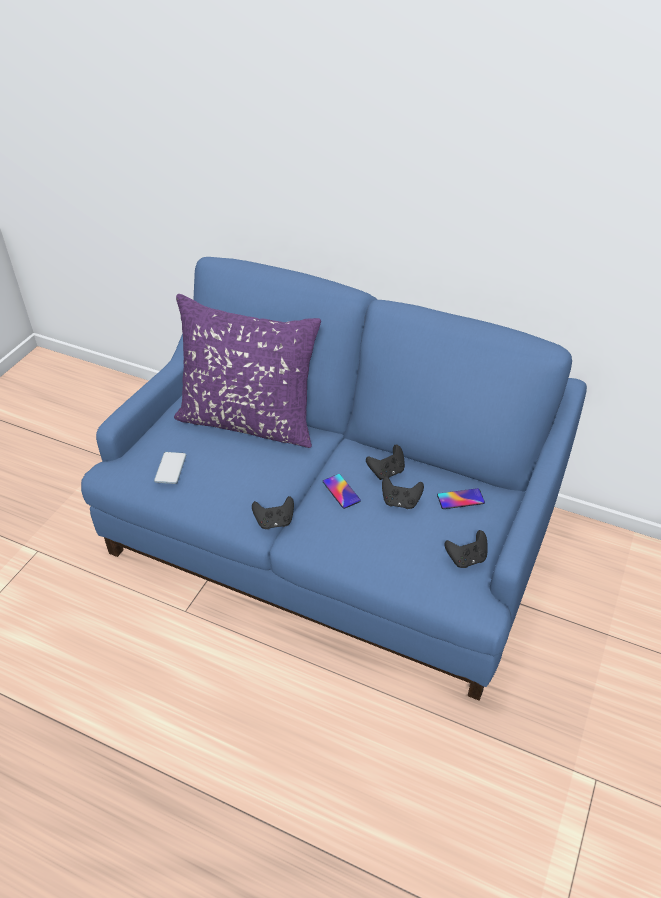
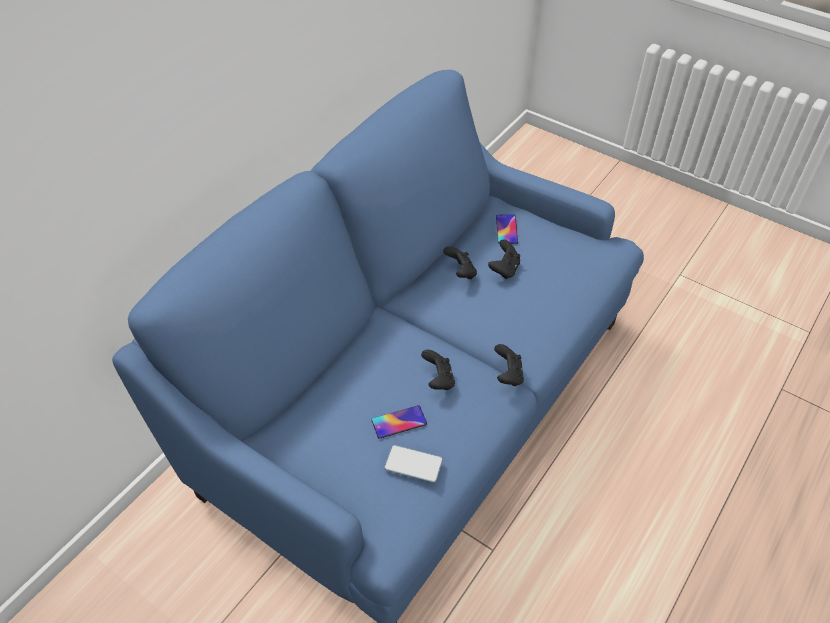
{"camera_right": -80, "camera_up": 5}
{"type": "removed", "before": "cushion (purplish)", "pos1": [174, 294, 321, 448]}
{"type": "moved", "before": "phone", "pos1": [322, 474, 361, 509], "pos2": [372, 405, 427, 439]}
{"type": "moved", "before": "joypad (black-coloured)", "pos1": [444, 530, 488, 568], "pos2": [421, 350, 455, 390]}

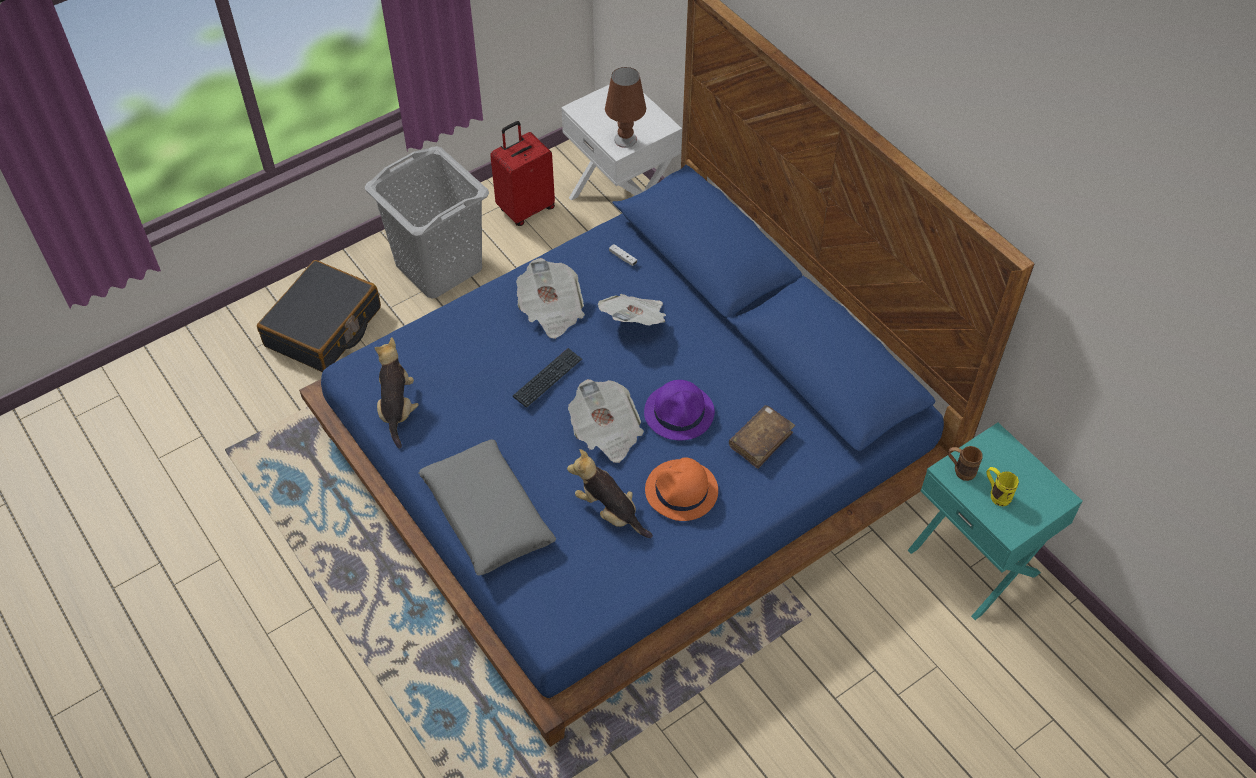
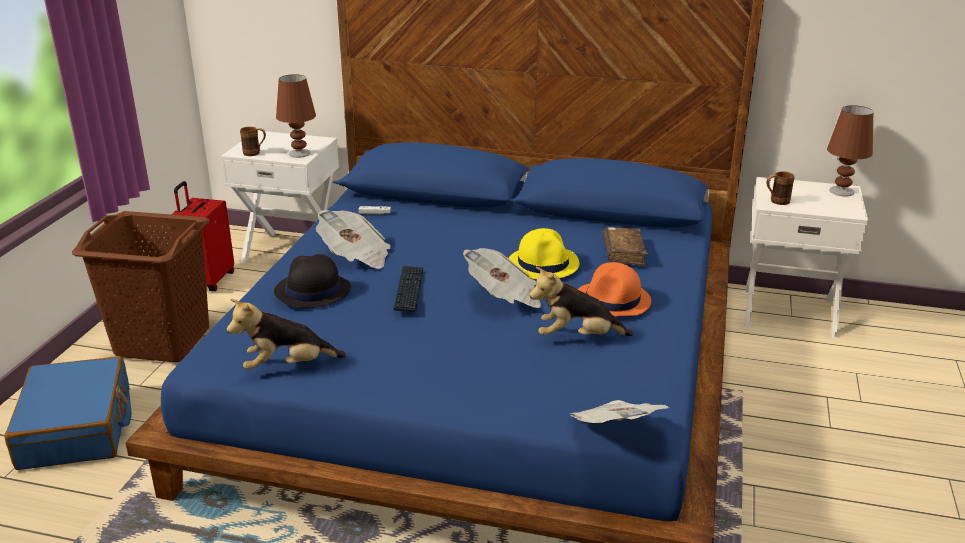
{"camera_right": -40, "camera_up": -25}
{"type": "removed", "before": "cushion (grey)", "pos1": [419, 440, 556, 576]}
{"type": "removed", "before": "coffee mug (yellowish)", "pos1": [986, 467, 1019, 506]}
{"type": "added", "after": "coffee mug (brown)", "pos2": [240, 127, 266, 156]}
{"type": "added", "after": "wearable hat (black-coloured)", "pos2": [274, 254, 351, 308]}
{"type": "added", "after": "tabletop lamp (brown)", "pos2": [827, 105, 873, 197]}
{"type": "moved", "before": "printed paper", "pos1": [598, 294, 666, 325], "pos2": [570, 400, 669, 423]}
{"type": "recoloured", "before": "suitcase (black-coloured)", "after": "suitcase (bluish)", "pos1": [257, 260, 381, 372], "pos2": [5, 356, 131, 470]}
{"type": "recoloured", "before": "washing basket (grey)", "after": "washing basket (brown)", "pos1": [365, 146, 489, 299], "pos2": [72, 211, 209, 362]}
{"type": "recoloured", "before": "wearable hat (purplish)", "after": "wearable hat (yellowish)", "pos1": [644, 380, 715, 440], "pos2": [509, 228, 579, 279]}
{"type": "recoloured", "before": "bedside table (turquoise)", "after": "bedside table (whitish)", "pos1": [908, 422, 1083, 620], "pos2": [745, 177, 868, 339]}
{"type": "turned", "before": "cuddly toy", "pos1": [374, 337, 419, 449], "pos2": [227, 299, 346, 370], "turn": -60}

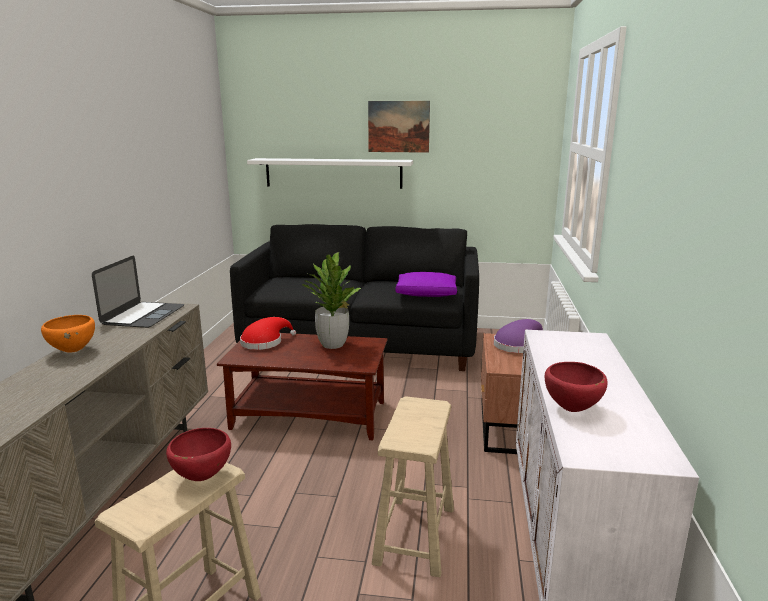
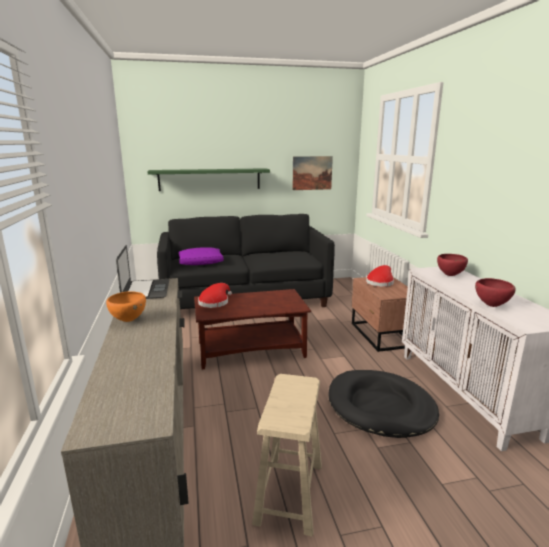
{"camera_right": -20, "camera_up": 0}
{"type": "removed", "before": "potted plant", "pos1": [302, 252, 361, 349]}
{"type": "moved", "before": "bowl (reddish)", "pos1": [166, 428, 231, 481], "pos2": [437, 254, 468, 276]}
{"type": "moved", "before": "picture", "pos1": [368, 101, 430, 153], "pos2": [292, 156, 333, 190]}
{"type": "moved", "before": "cushion (purplish)", "pos1": [395, 272, 457, 297], "pos2": [179, 247, 224, 265]}
{"type": "replaced", "before": "stool (beige)", "after": "dog bed (black-coloured)", "pos1": [372, 396, 454, 577], "pos2": [328, 370, 439, 438]}
{"type": "recoloured", "before": "shelf (whitish)", "after": "shelf (green-coloured)", "pos1": [247, 158, 413, 189], "pos2": [147, 168, 270, 191]}
{"type": "recoloured", "before": "wearable hat (purplish)", "after": "wearable hat (reddish)", "pos1": [493, 319, 543, 353], "pos2": [366, 265, 394, 287]}

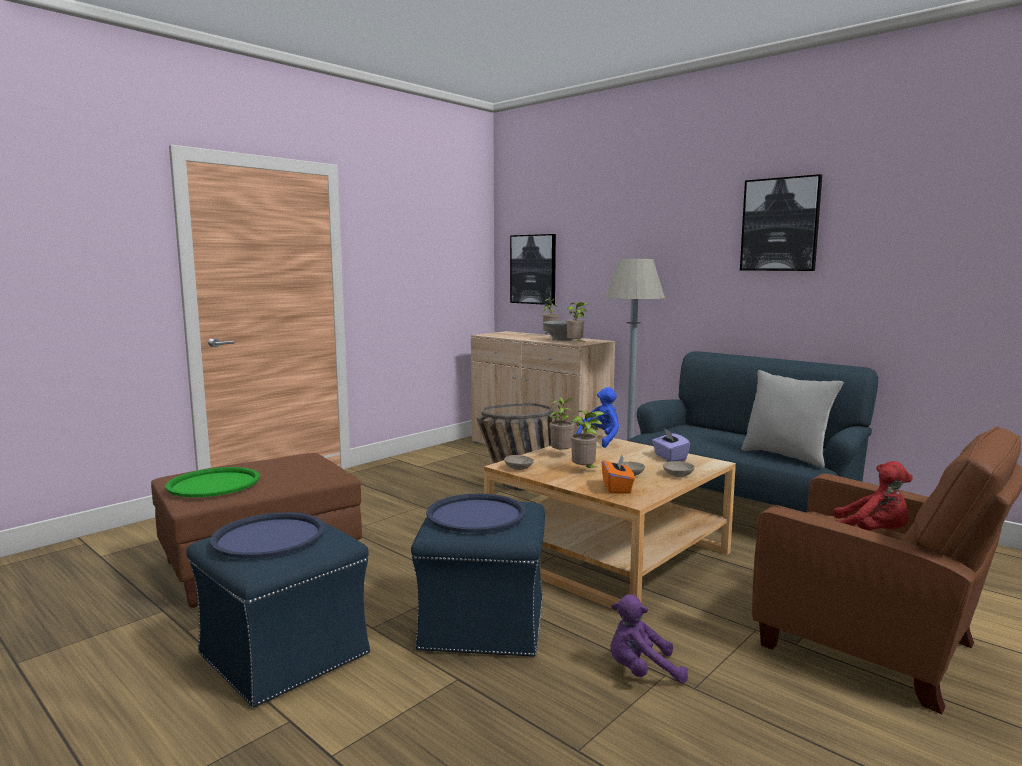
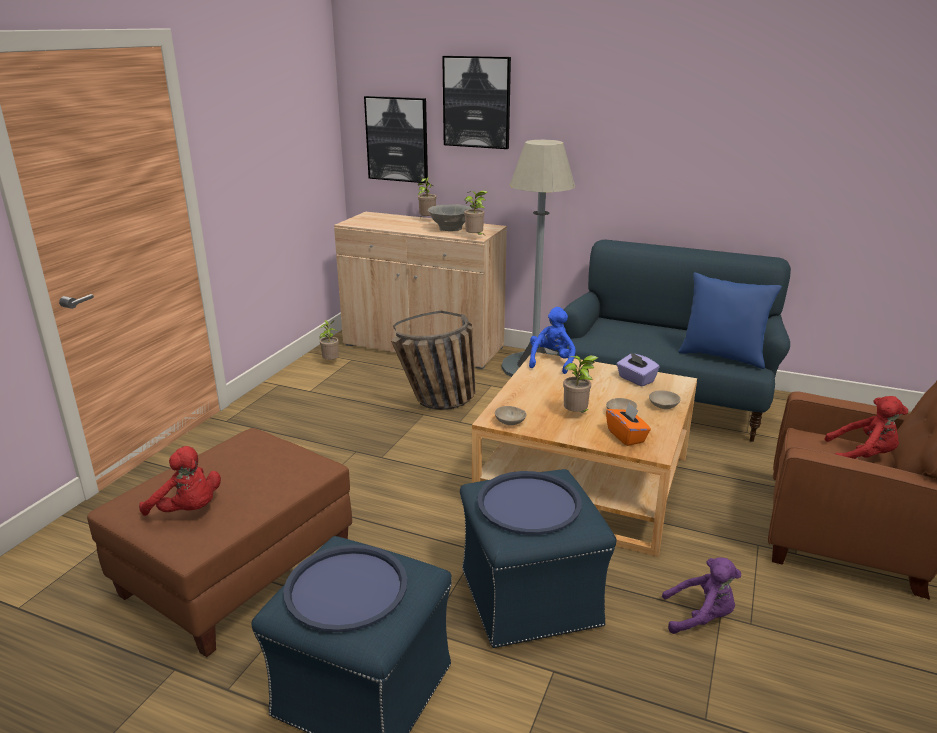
{"camera_right": -20, "camera_up": 15}
{"type": "moved", "before": "potted plant", "pos1": [549, 397, 574, 450], "pos2": [319, 320, 339, 360]}
{"type": "moved", "before": "picture", "pos1": [740, 174, 822, 271], "pos2": [442, 56, 511, 149]}
{"type": "replaced", "before": "serving tray (green-coloured)", "after": "cuddly toy (reddish)", "pos1": [166, 467, 260, 497], "pos2": [139, 446, 221, 516]}
{"type": "recoloured", "before": "cushion (grey)", "after": "cushion (bluish)", "pos1": [741, 370, 844, 468], "pos2": [679, 272, 782, 369]}
{"type": "turned", "before": "cuddly toy (purplish)", "pos1": [610, 594, 688, 683], "pos2": [662, 557, 741, 634], "turn": -150}

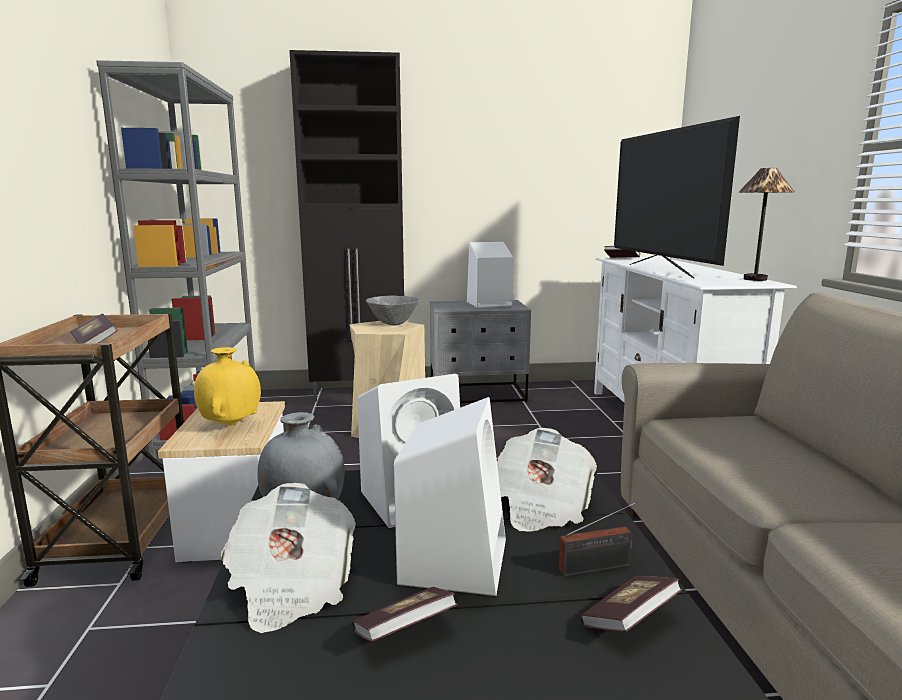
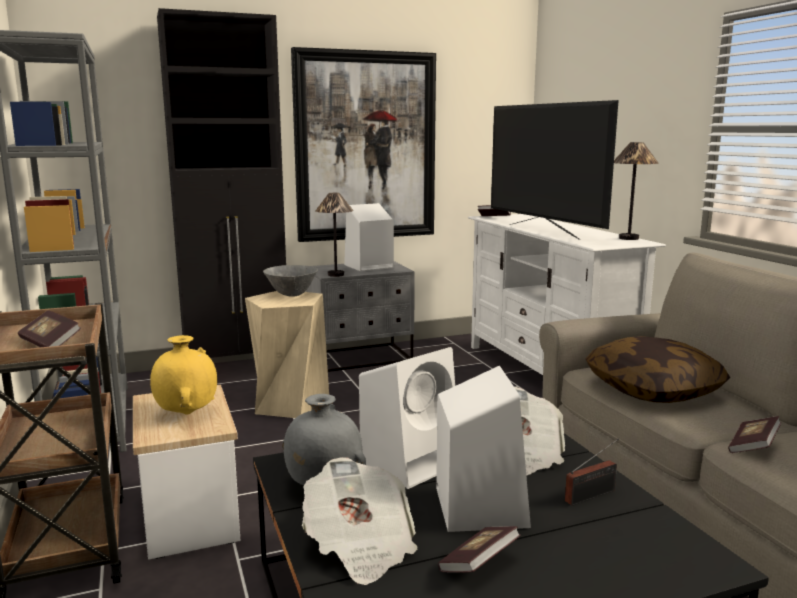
{"camera_right": -15, "camera_up": 0}
{"type": "added", "after": "picture", "pos2": [291, 47, 436, 242]}
{"type": "added", "after": "tabletop lamp", "pos2": [316, 193, 353, 277]}
{"type": "added", "after": "cushion", "pos2": [585, 336, 730, 403]}
{"type": "moved", "before": "volume", "pos1": [580, 576, 682, 632], "pos2": [728, 416, 781, 453]}

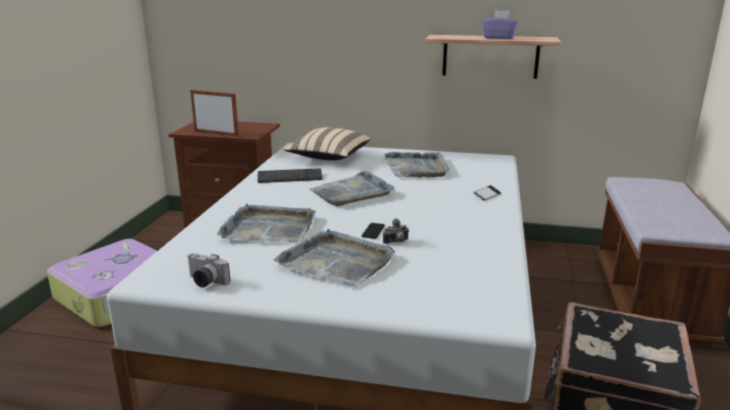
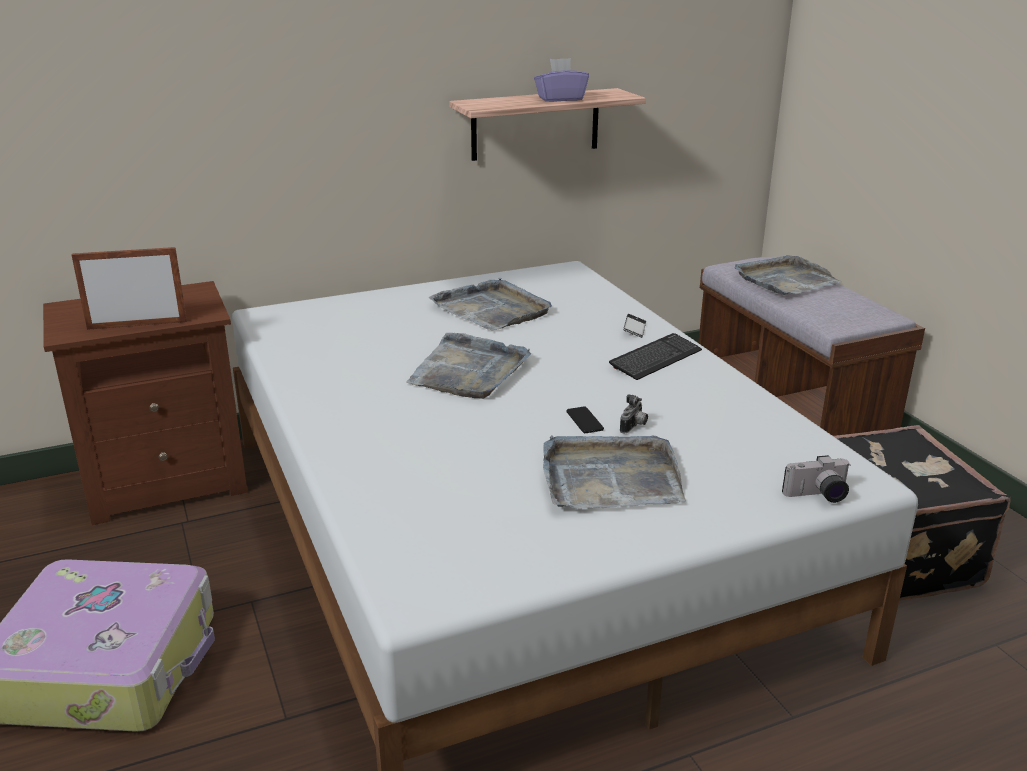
{"camera_right": -35, "camera_up": 5}
{"type": "removed", "before": "cushion (beige)", "pos1": [284, 127, 370, 160]}
{"type": "moved", "before": "photo camera", "pos1": [187, 253, 231, 287], "pos2": [782, 455, 851, 503]}
{"type": "moved", "before": "serving tray (grey)", "pos1": [217, 204, 316, 242], "pos2": [734, 255, 842, 295]}
{"type": "moved", "before": "computer keyboard", "pos1": [258, 168, 323, 183], "pos2": [609, 333, 702, 380]}

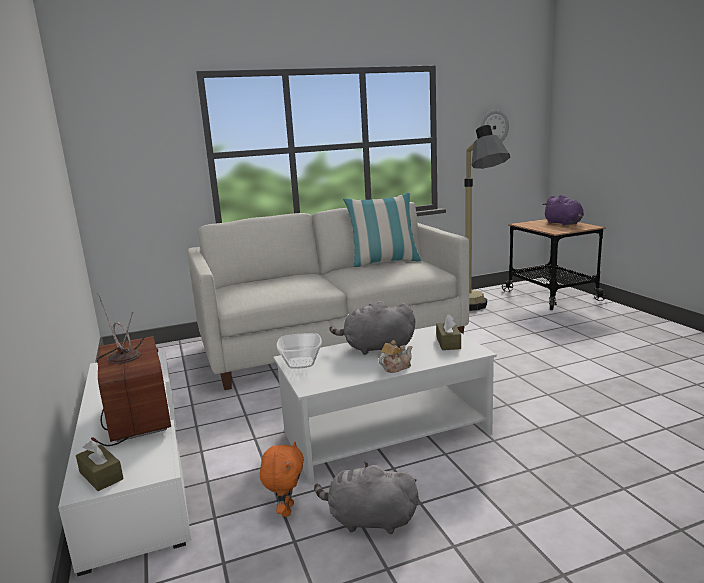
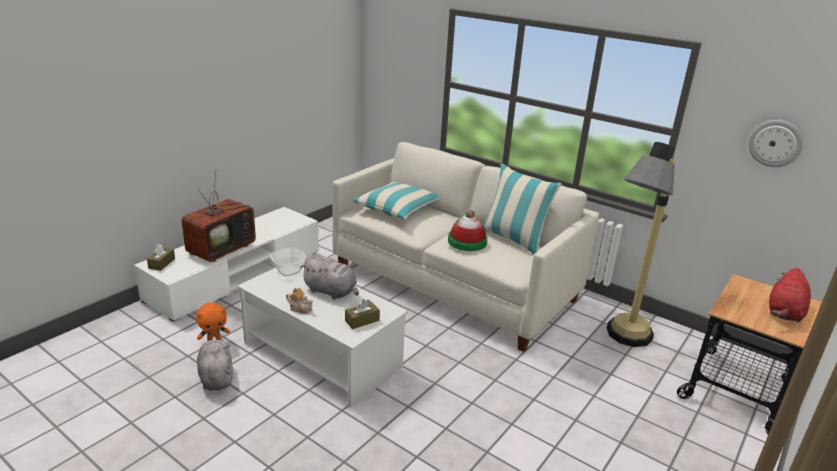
{"camera_right": 55, "camera_up": 10}
{"type": "added", "after": "cushion", "pos2": [353, 181, 440, 220]}
{"type": "added", "after": "wearable hat", "pos2": [448, 210, 488, 251]}
{"type": "recoloured", "before": "cuddly toy (purplish)", "after": "cuddly toy (reddish)", "pos1": [543, 195, 584, 226], "pos2": [769, 268, 811, 322]}
{"type": "turned", "before": "cuddly toy (grey)", "pos1": [329, 301, 415, 355], "pos2": [300, 254, 359, 300], "turn": 150}

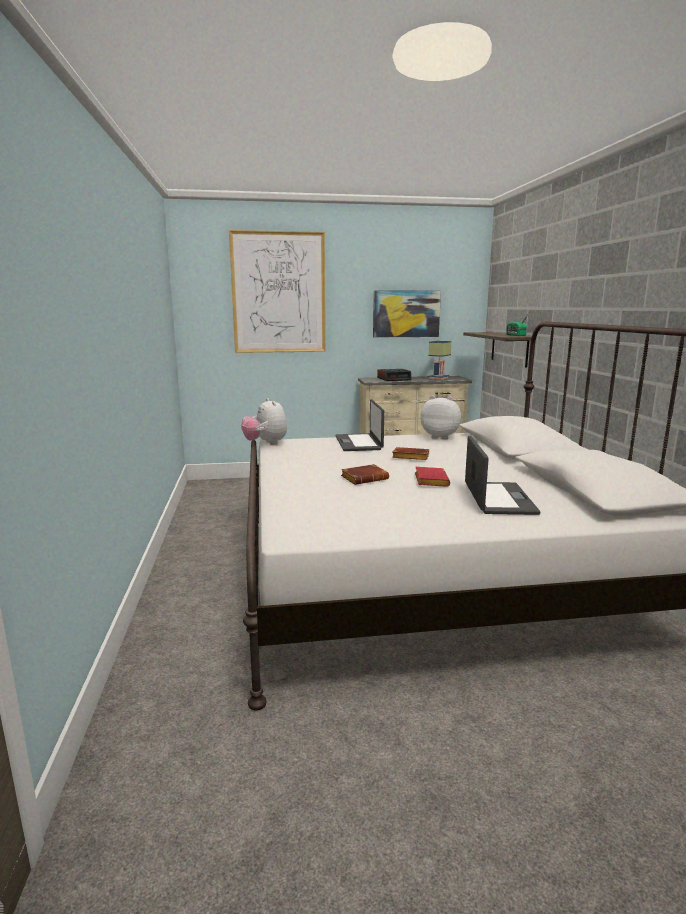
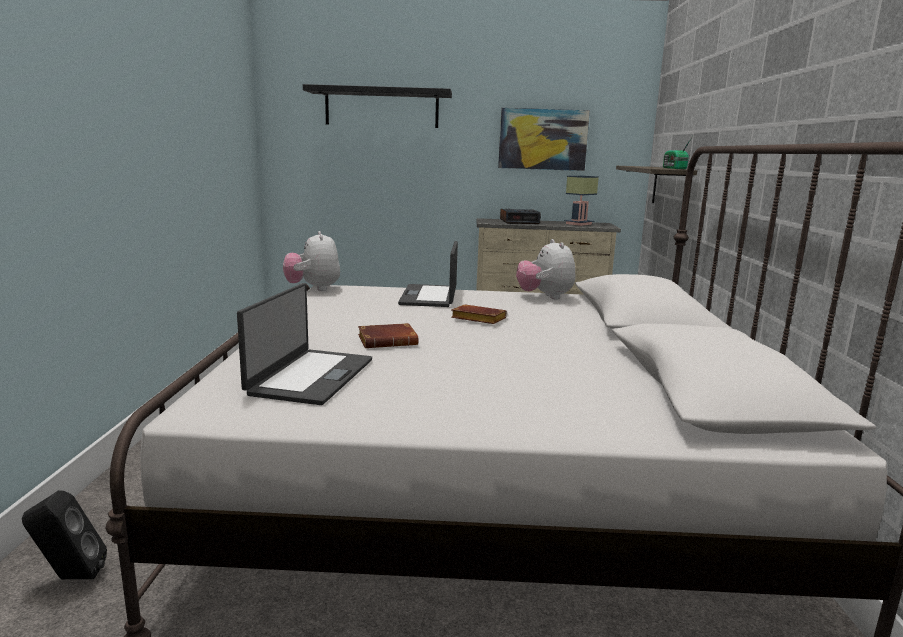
{"camera_right": 10, "camera_up": 0}
{"type": "removed", "before": "volume (reddish)", "pos1": [415, 467, 450, 487]}
{"type": "added", "after": "loudspeaker (black-coloured)", "pos2": [22, 490, 107, 580]}
{"type": "moved", "before": "notebook computer", "pos1": [465, 436, 541, 515], "pos2": [237, 283, 372, 405]}
{"type": "replaced", "before": "picture", "after": "shelf (black-coloured)", "pos1": [229, 230, 326, 353], "pos2": [303, 84, 452, 128]}
{"type": "turned", "before": "cuddly toy", "pos1": [420, 395, 461, 440], "pos2": [516, 239, 575, 299], "turn": -135}

